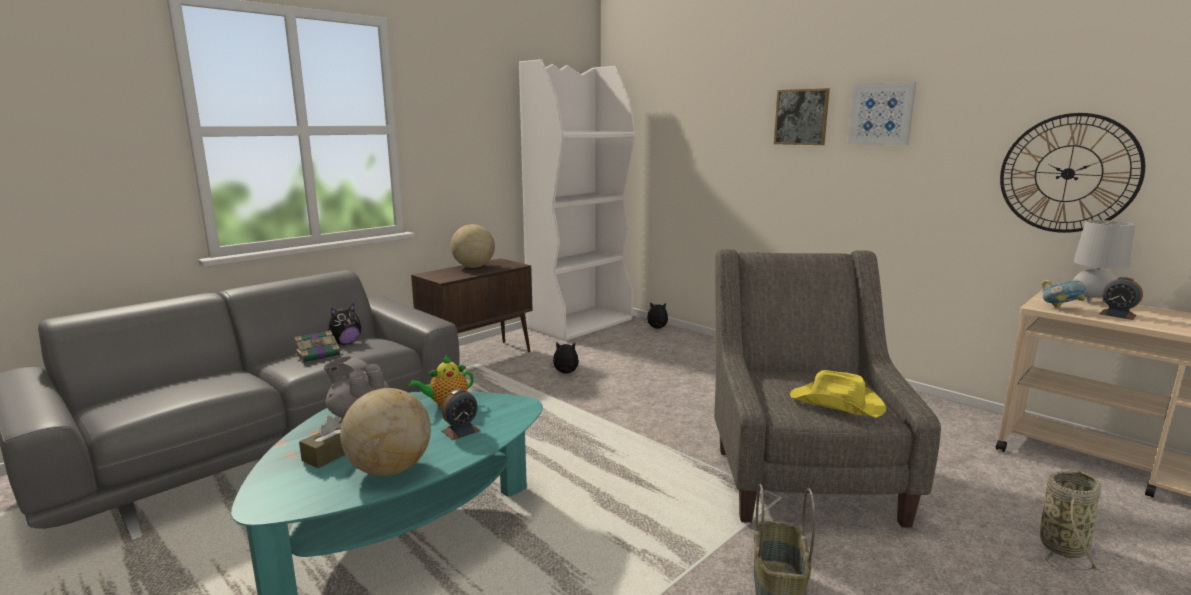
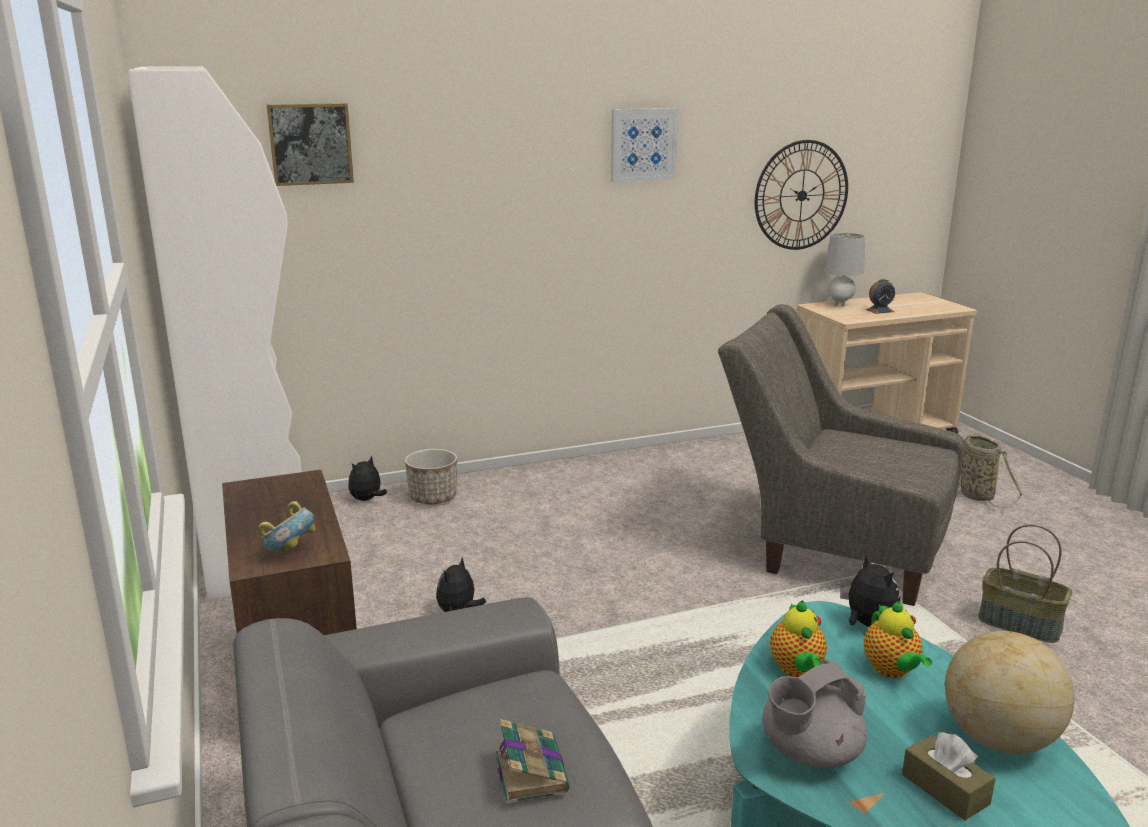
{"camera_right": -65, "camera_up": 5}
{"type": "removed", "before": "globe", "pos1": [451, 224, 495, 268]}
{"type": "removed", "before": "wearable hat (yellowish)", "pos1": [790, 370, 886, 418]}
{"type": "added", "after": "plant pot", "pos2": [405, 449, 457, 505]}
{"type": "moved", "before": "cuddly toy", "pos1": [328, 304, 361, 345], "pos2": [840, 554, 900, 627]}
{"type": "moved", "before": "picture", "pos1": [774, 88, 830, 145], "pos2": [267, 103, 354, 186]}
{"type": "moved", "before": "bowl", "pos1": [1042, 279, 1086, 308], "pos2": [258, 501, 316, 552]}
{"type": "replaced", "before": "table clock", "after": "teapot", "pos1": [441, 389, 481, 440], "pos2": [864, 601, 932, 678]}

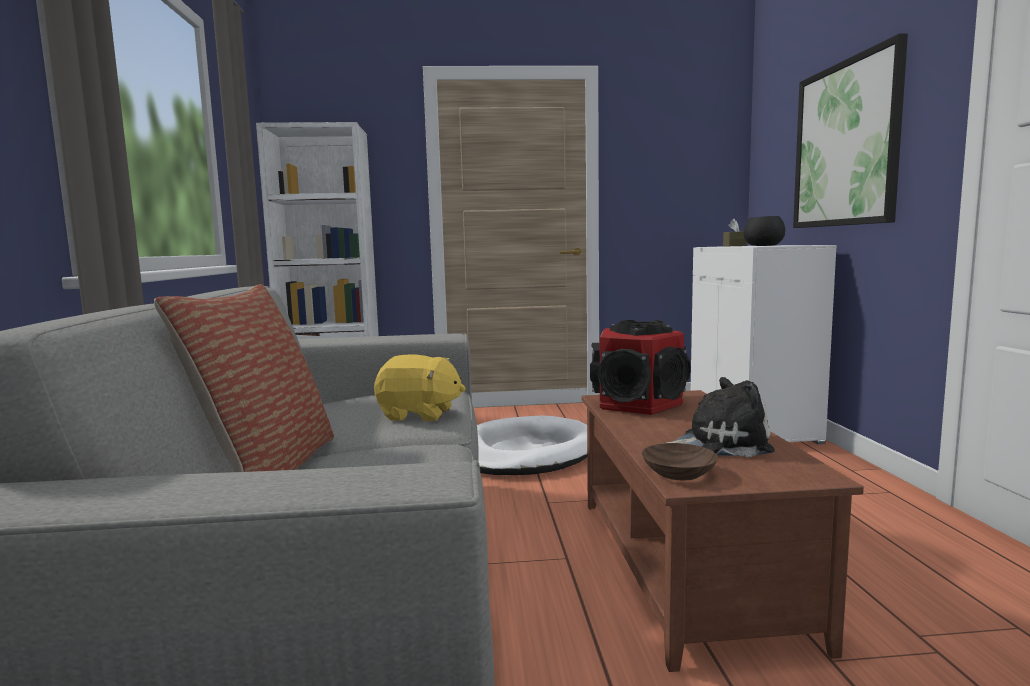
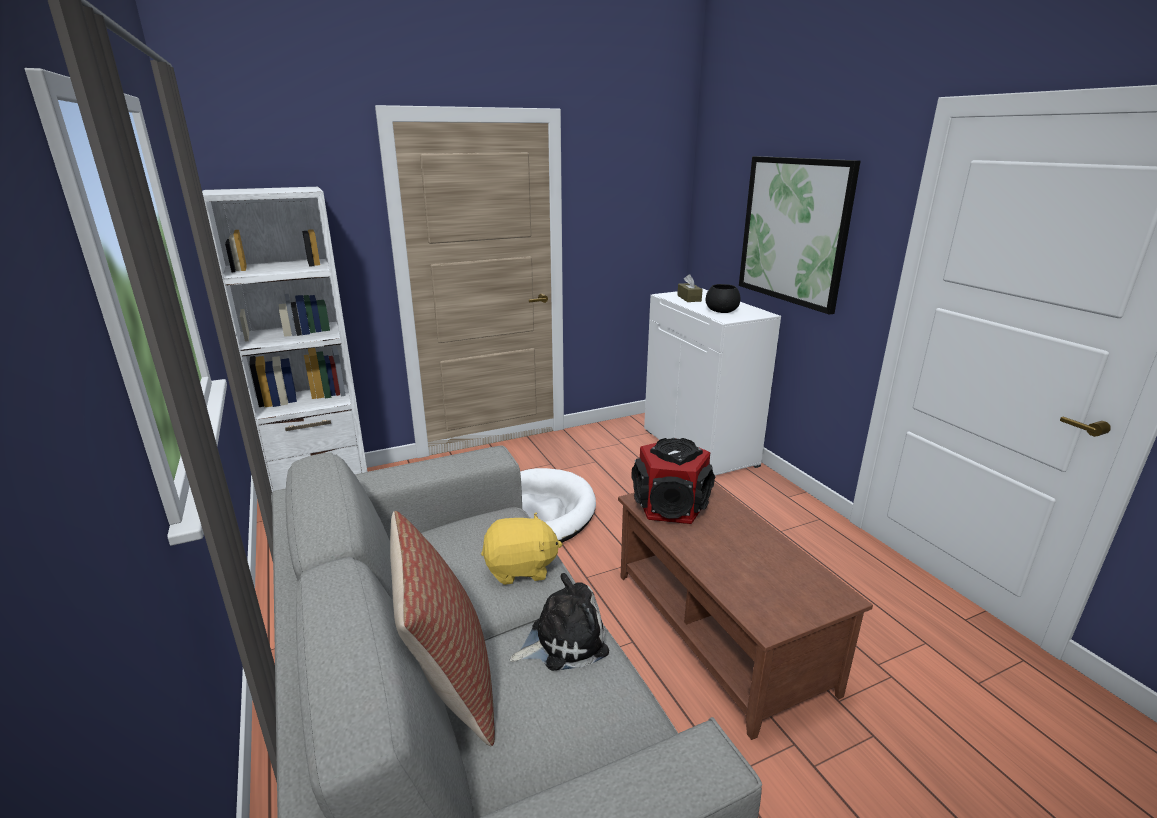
{"camera_right": -20, "camera_up": 15}
{"type": "removed", "before": "bowl (brown)", "pos1": [642, 443, 718, 480]}
{"type": "moved", "before": "cuddly toy", "pos1": [667, 377, 775, 457], "pos2": [510, 573, 609, 671]}

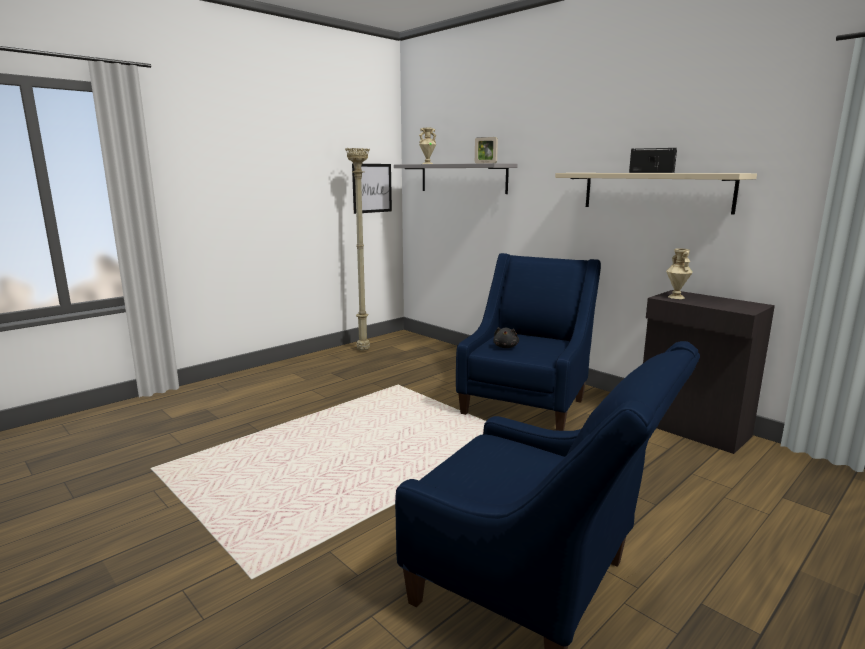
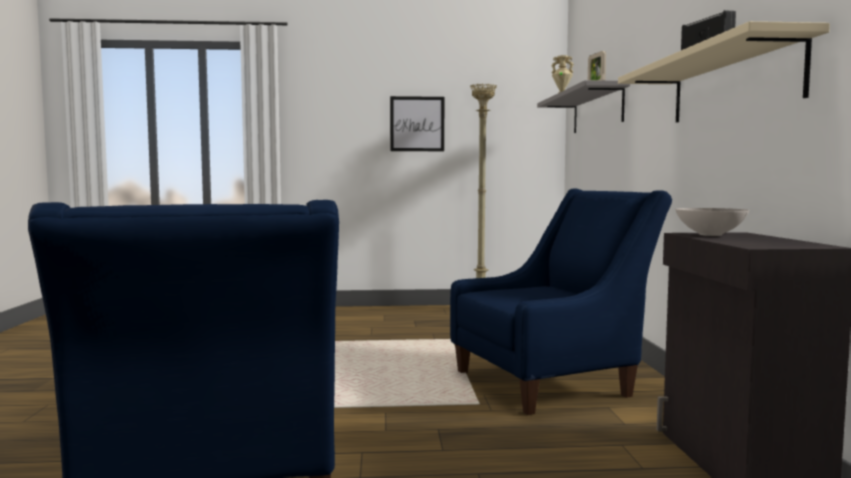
{"camera_right": 40, "camera_up": -10}
{"type": "removed", "before": "cuddly toy (black-coloured)", "pos1": [493, 327, 519, 348]}
{"type": "moved", "before": "picture", "pos1": [352, 164, 392, 214], "pos2": [390, 96, 444, 151]}
{"type": "replaced", "before": "decorative vase (beige)", "after": "bowl (whitish)", "pos1": [666, 249, 693, 299], "pos2": [676, 208, 749, 236]}

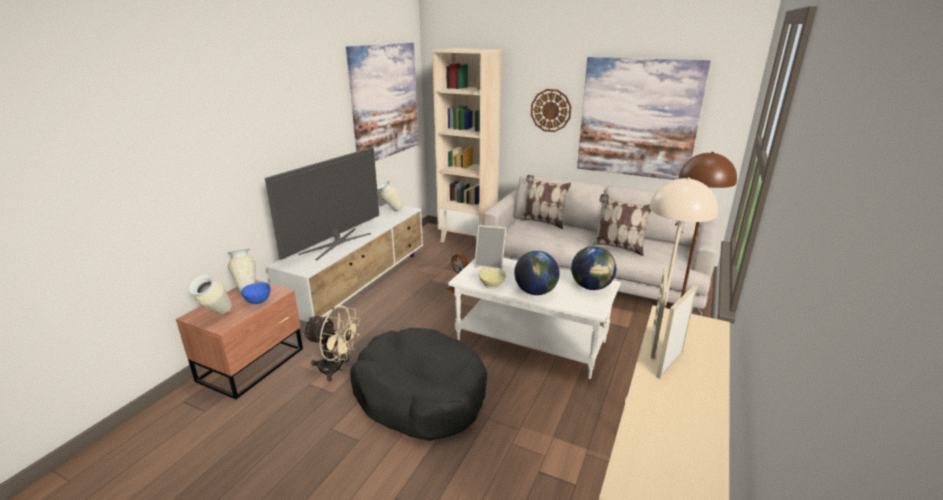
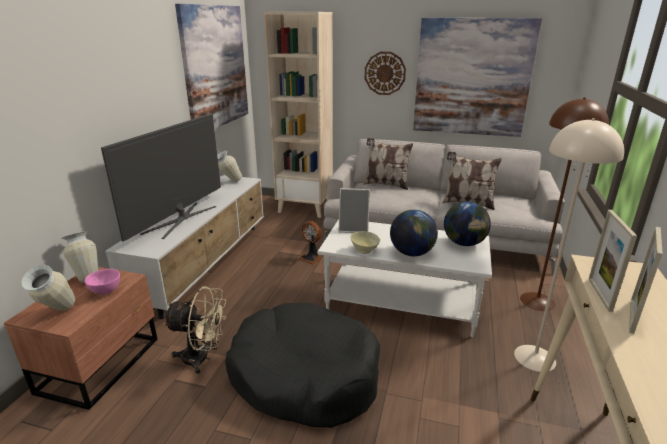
{"camera_right": -10, "camera_up": 0}
{"type": "recoloured", "before": "bowl (bluish)", "after": "bowl (pink-coloured)", "pos1": [241, 282, 270, 304], "pos2": [85, 269, 120, 295]}

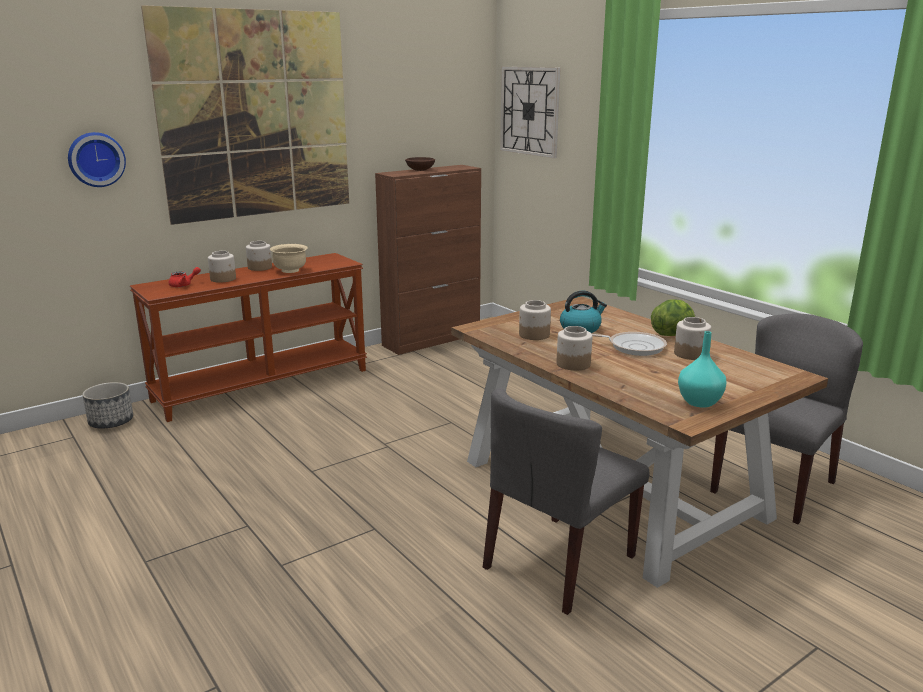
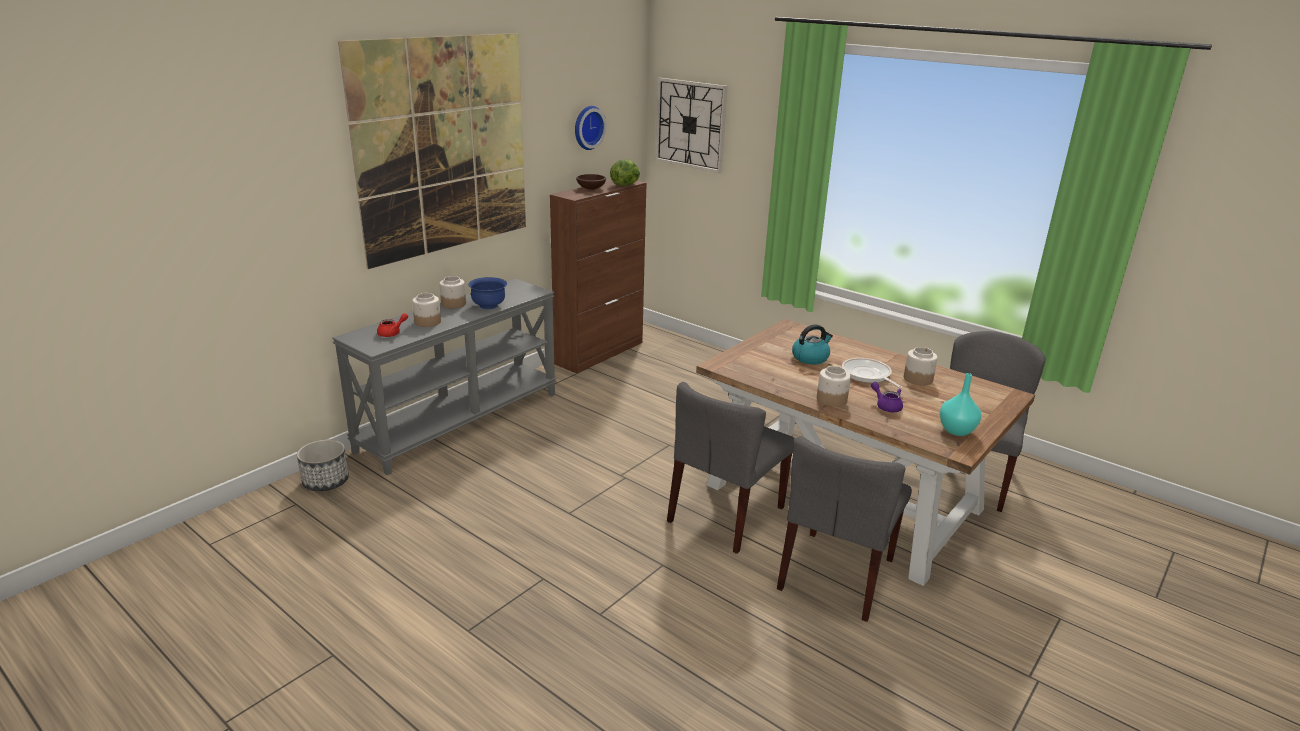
{"camera_right": -15, "camera_up": 5}
{"type": "removed", "before": "preserve jar", "pos1": [519, 300, 551, 340]}
{"type": "added", "after": "upright chair (grey)", "pos2": [667, 382, 795, 554]}
{"type": "added", "after": "teapot (purplish)", "pos2": [871, 382, 903, 412]}
{"type": "moved", "before": "wall clock", "pos1": [68, 132, 126, 187], "pos2": [575, 106, 607, 150]}
{"type": "moved", "before": "head of lettuce", "pos1": [651, 299, 695, 336], "pos2": [610, 159, 640, 186]}
{"type": "recoloured", "before": "hall table (brown)", "after": "hall table (grey)", "pos1": [130, 253, 367, 422], "pos2": [332, 279, 557, 475]}
{"type": "recoloured", "before": "bowl (beige)", "after": "bowl (bluish)", "pos1": [270, 244, 308, 273], "pos2": [468, 277, 507, 309]}
{"type": "turned", "before": "skillet", "pos1": [592, 332, 667, 356], "pos2": [842, 358, 903, 389], "turn": -120}

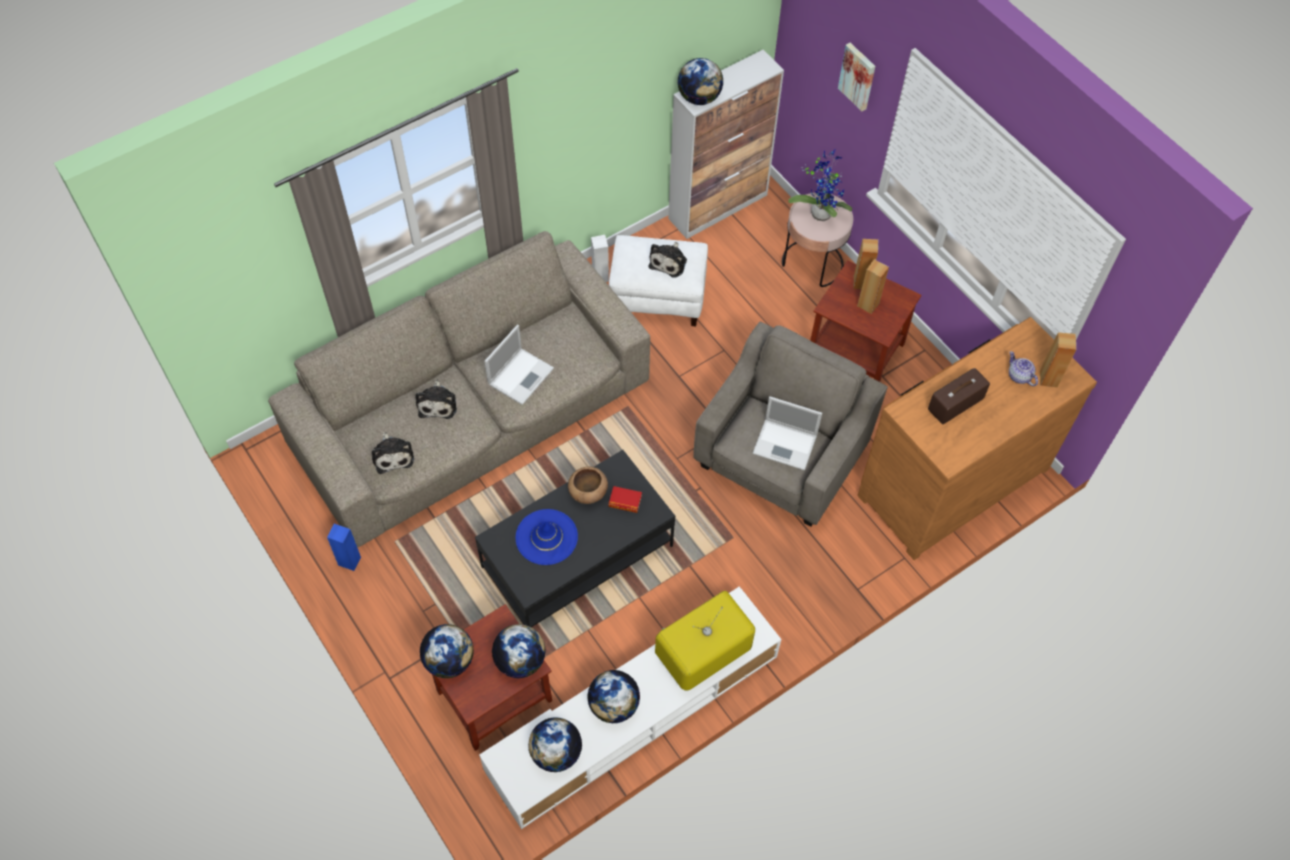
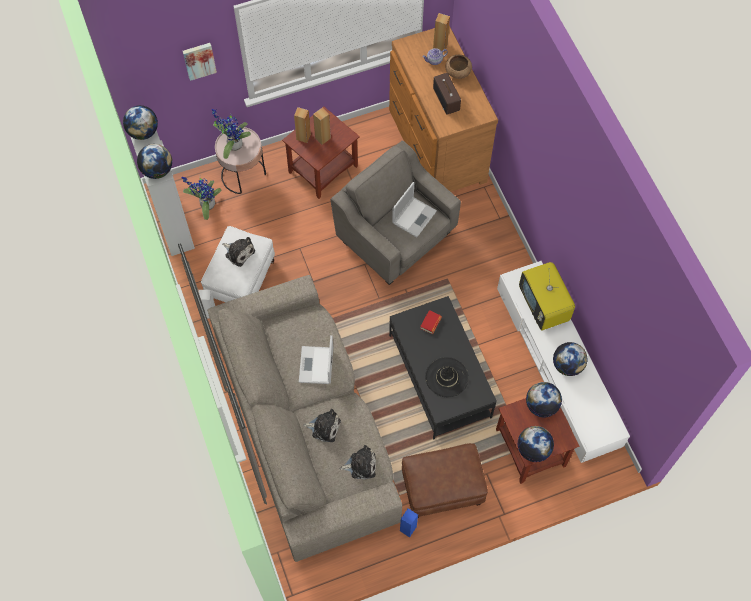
{"camera_right": -75, "camera_up": 5}
{"type": "added", "after": "potted plant", "pos2": [182, 177, 222, 220]}
{"type": "added", "after": "footrest (brown)", "pos2": [402, 443, 488, 518]}
{"type": "moved", "before": "globe", "pos1": [528, 717, 582, 772], "pos2": [123, 105, 158, 140]}
{"type": "moved", "before": "bowl (brown)", "pos1": [568, 466, 608, 504], "pos2": [446, 55, 472, 79]}
{"type": "recoloured", "before": "wearable hat (bluish)", "after": "wearable hat (black-coloured)", "pos1": [516, 509, 578, 565], "pos2": [425, 357, 469, 397]}
{"type": "turned", "before": "notebook computer", "pos1": [484, 325, 554, 405], "pos2": [299, 335, 333, 384], "turn": -135}

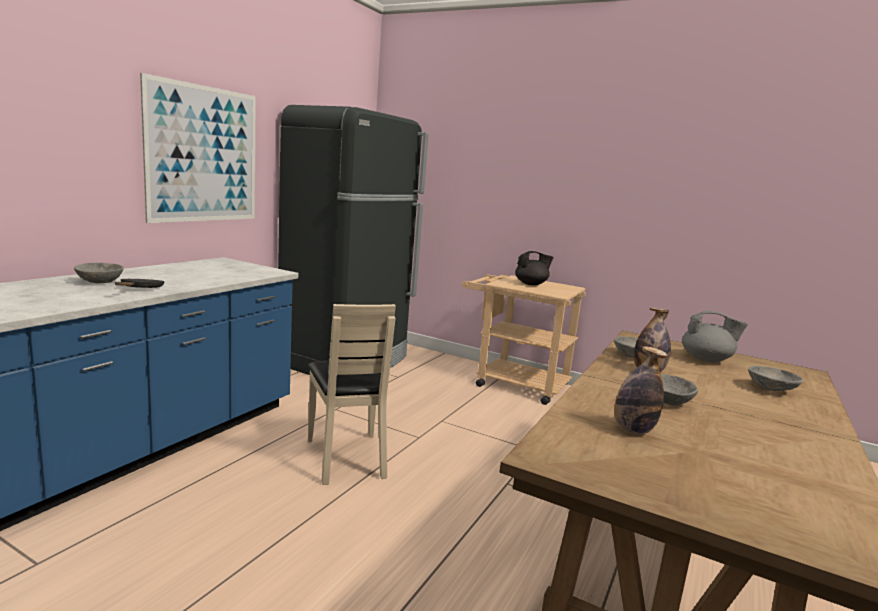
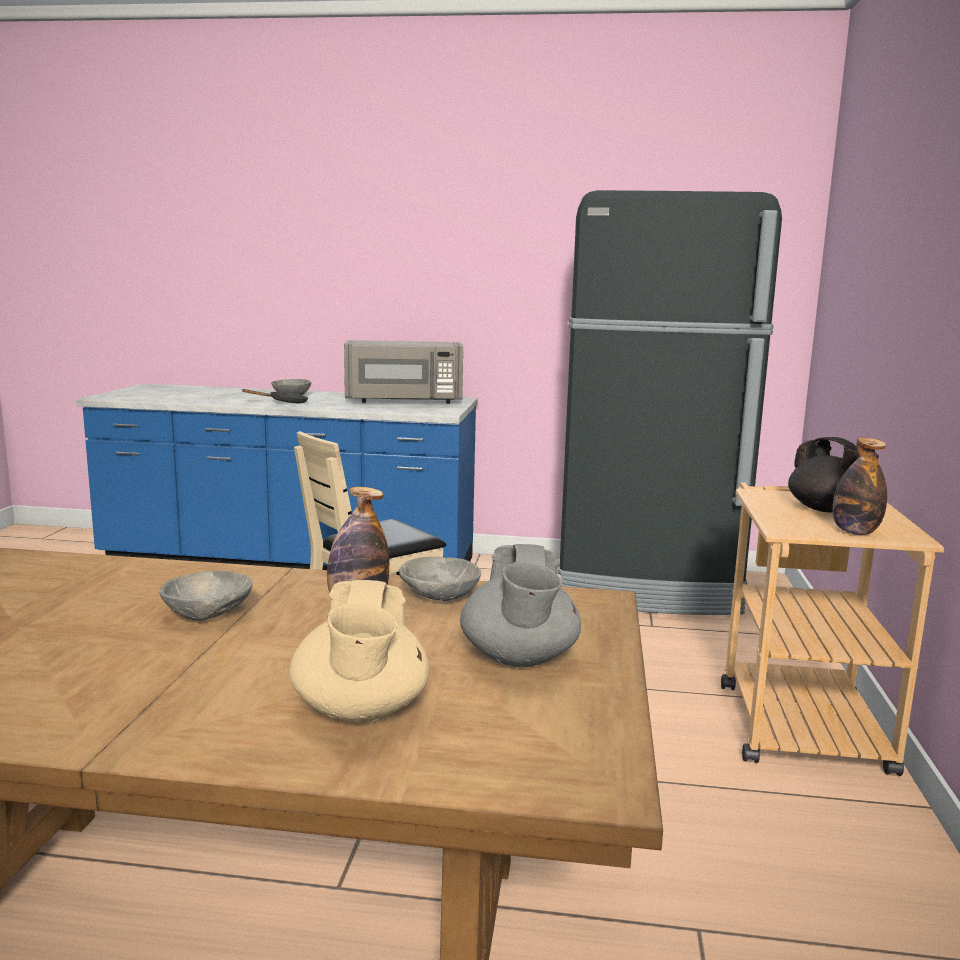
{"camera_right": 70, "camera_up": 0}
{"type": "removed", "before": "picture", "pos1": [140, 73, 256, 223]}
{"type": "added", "after": "kitchen microwave (grey)", "pos2": [344, 340, 463, 404]}
{"type": "moved", "before": "bottle", "pos1": [614, 346, 668, 434], "pos2": [833, 437, 887, 535]}
{"type": "replaced", "before": "bowl (grey)", "after": "teapot (beige)", "pos1": [748, 366, 803, 391], "pos2": [289, 580, 429, 723]}

